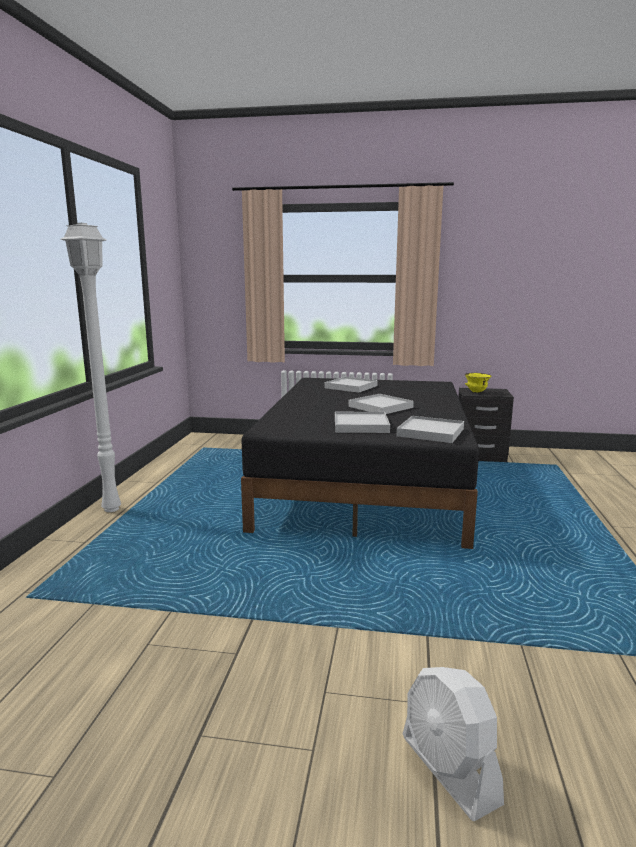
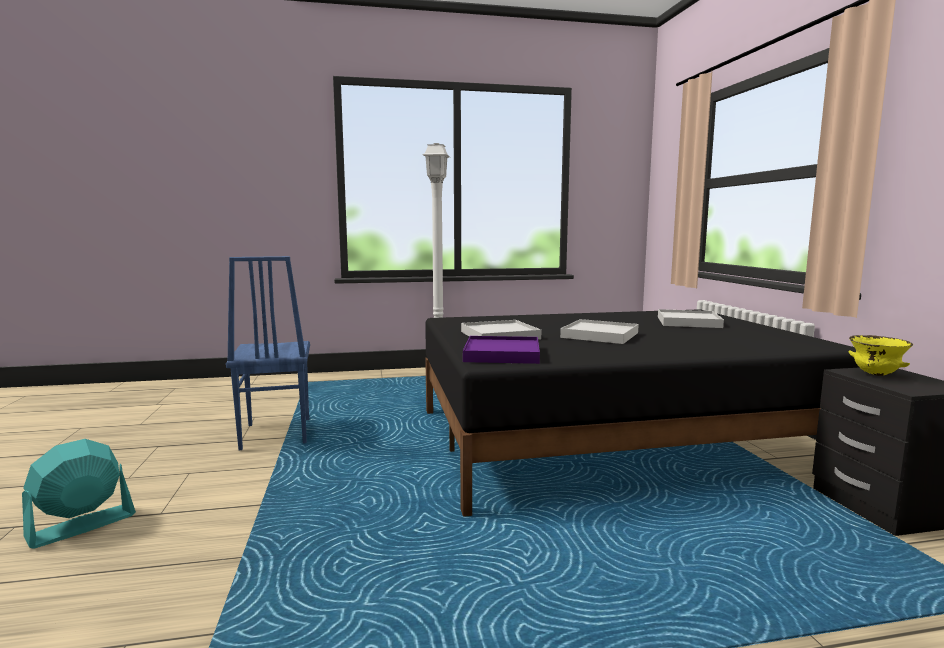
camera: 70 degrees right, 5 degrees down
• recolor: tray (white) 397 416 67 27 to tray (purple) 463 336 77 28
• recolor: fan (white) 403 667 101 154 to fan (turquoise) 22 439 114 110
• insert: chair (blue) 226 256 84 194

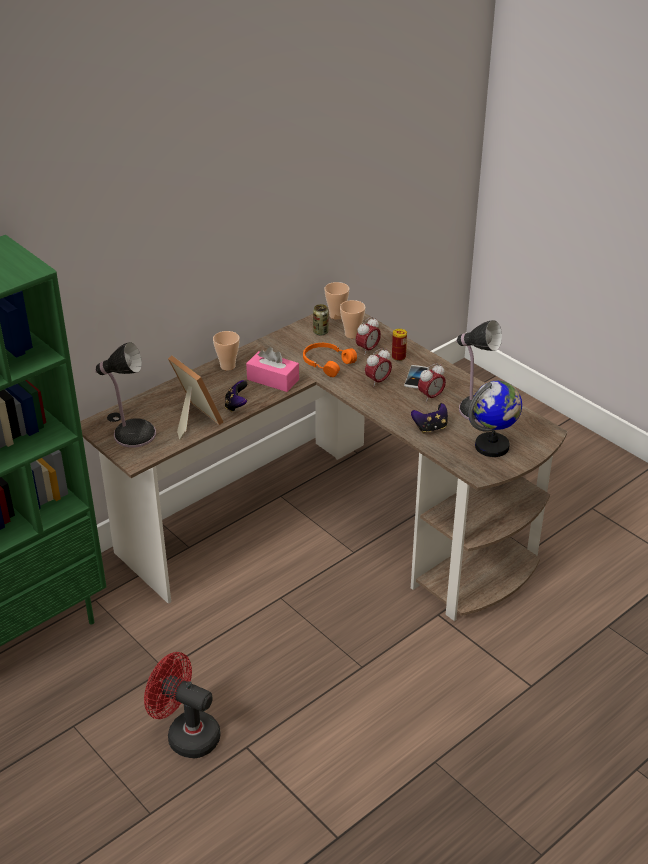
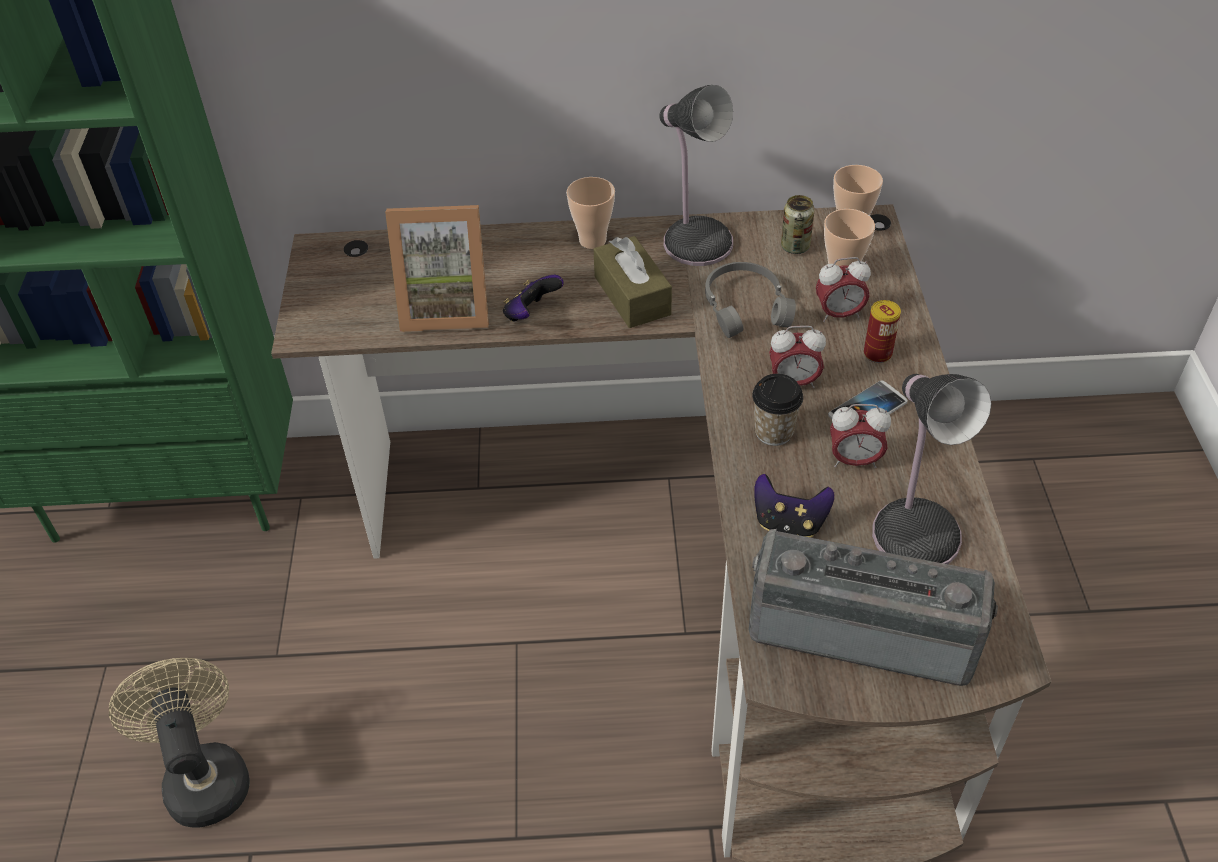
camera: 40 degrees right, 10 degrees up
• move: table lamp 95 342 61 106 to 659 85 74 181
• recolor: fan (red) 144 652 77 106 to fan (beige) 109 658 140 170
• rotate: picture frame 168 356 55 84 = 385 205 104 127 90 degrees clockwise
• recolor: tissue box (pink) 246 347 53 45 to tissue box (brown) 593 236 79 92
• recolor: headphones (orange) 303 343 54 34 to headphones (grey) 705 262 91 76
• replace: globe 468 381 54 76 to radio 749 529 249 157
• insert: cup 752 374 51 72

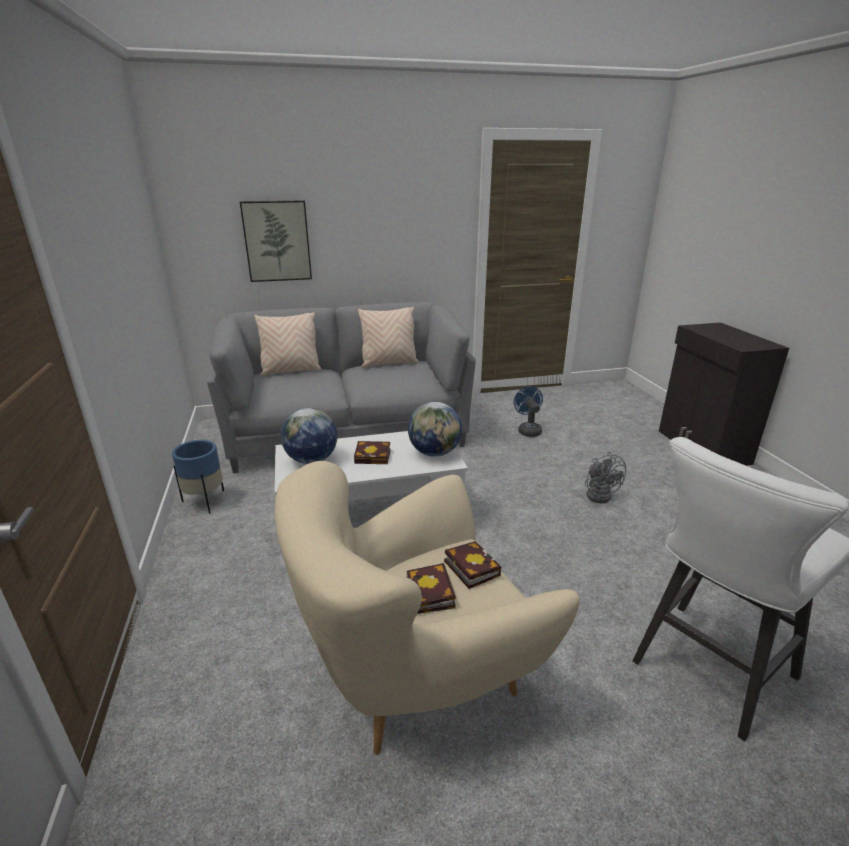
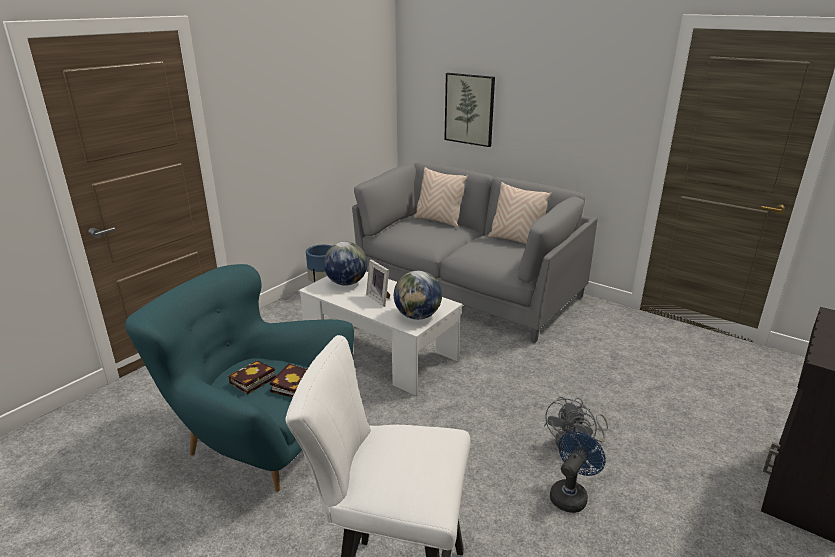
camera: 50 degrees right, 0 degrees up
• recolor: armchair (beige) 275 461 305 294 to armchair (turquoise) 125 264 229 228
• replace: book 354 441 36 23 to picture frame 366 260 24 47
• move: fan (blue) 514 386 29 51 to 550 431 56 82

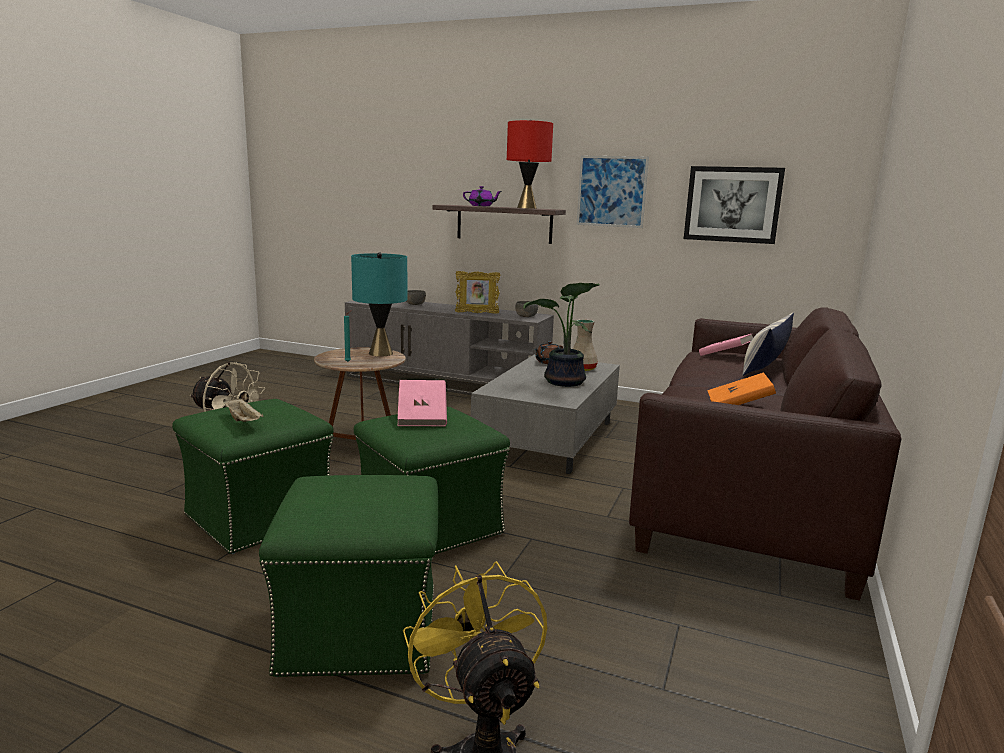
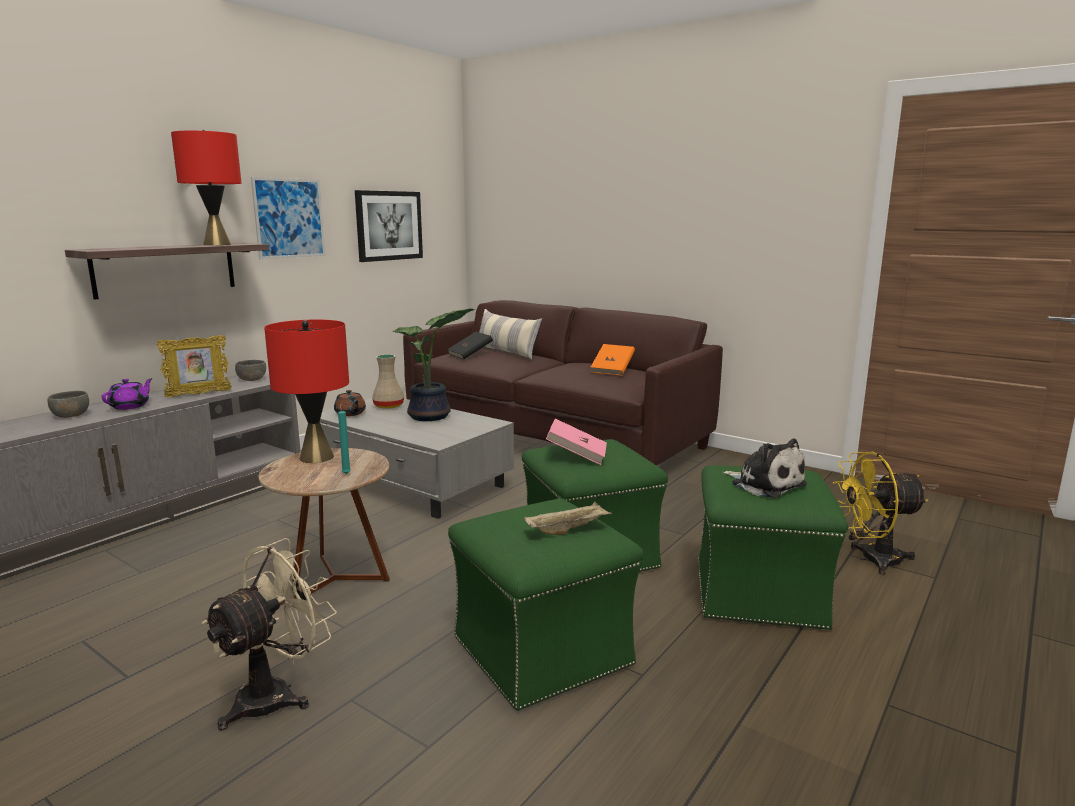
camera: 75 degrees left, 0 degrees up
• recolor: table lamp (turquoise) 351 252 56 104 to table lamp (red) 264 320 85 143
• rotate: picture frame 455 271 45 43 = 157 335 75 62 45 degrees clockwise
• move: teapot (purple) 463 186 39 20 to 102 378 51 32
• recolor: book (pink) 699 333 54 23 to book (black) 447 332 46 28
• insert: plush toy 722 438 85 60

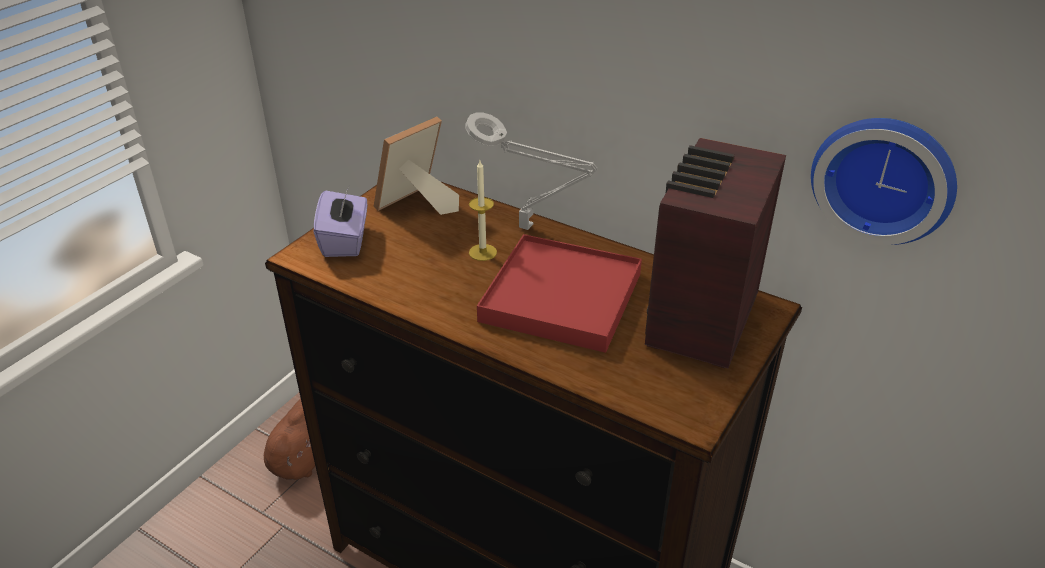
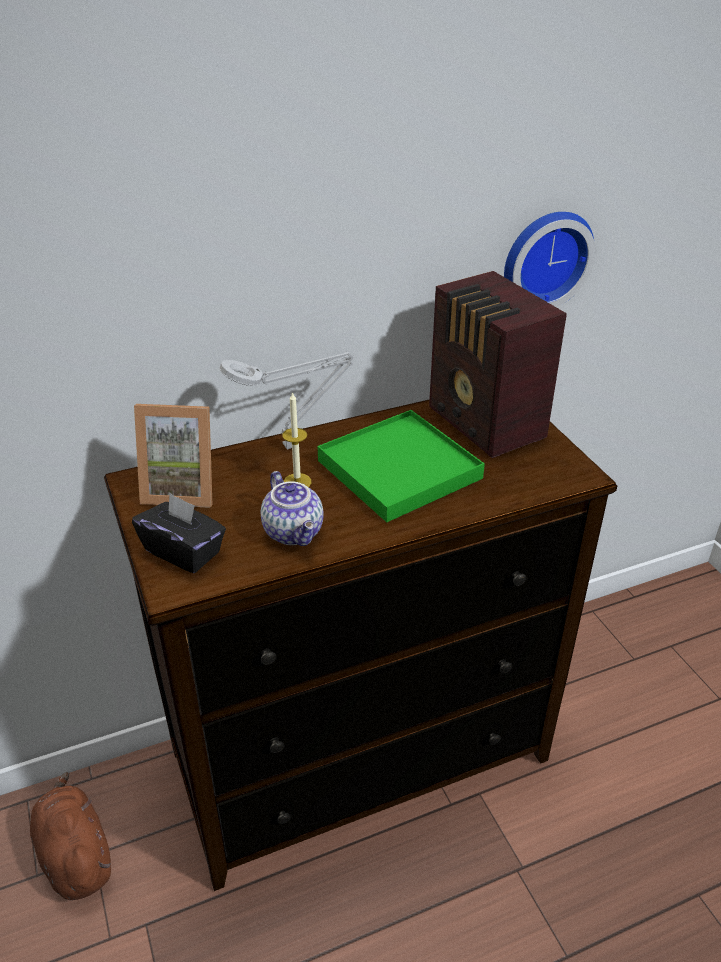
camera: 55 degrees left, 0 degrees up
• recolor: tissue box (purple) 314 187 54 70 to tissue box (black) 132 493 94 80
• rotate: picture frame 374 117 85 98 = 134 404 78 104 75 degrees counterclockwise
• recolor: tray (red) 477 234 165 119 to tray (green) 318 410 167 112
• insert: teapot 261 471 63 75

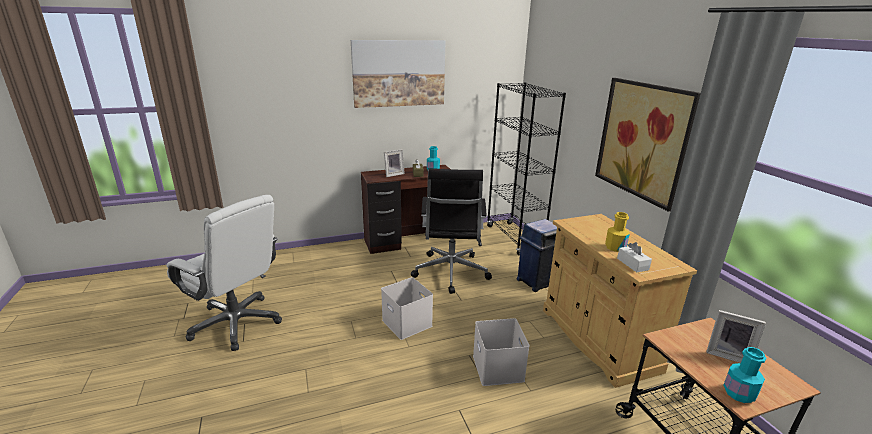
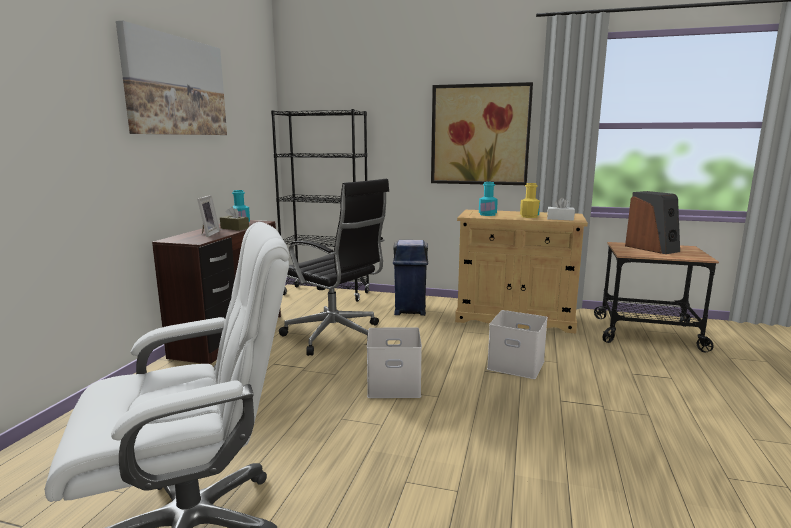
camera: 55 degrees left, 10 degrees down
• replace: picture frame 706 310 60 53 to speaker 625 191 55 63
• move: bottle (turquoise) 723 347 43 56 to 479 182 19 34

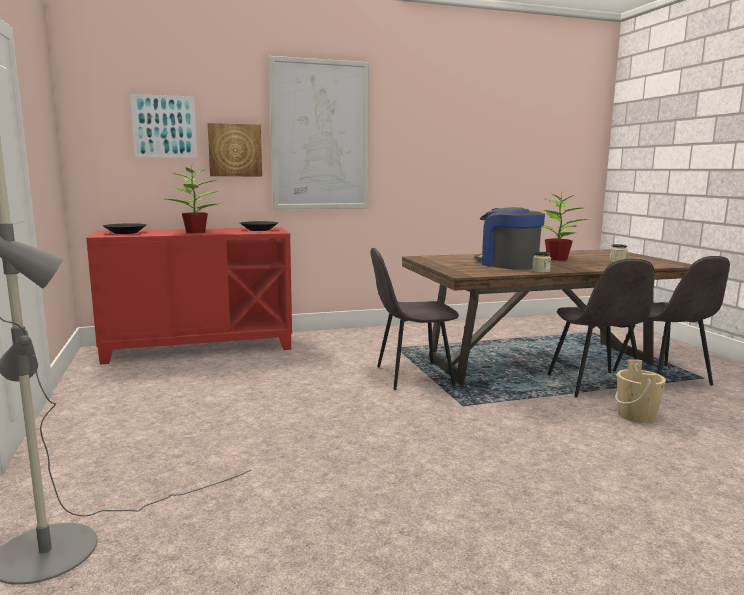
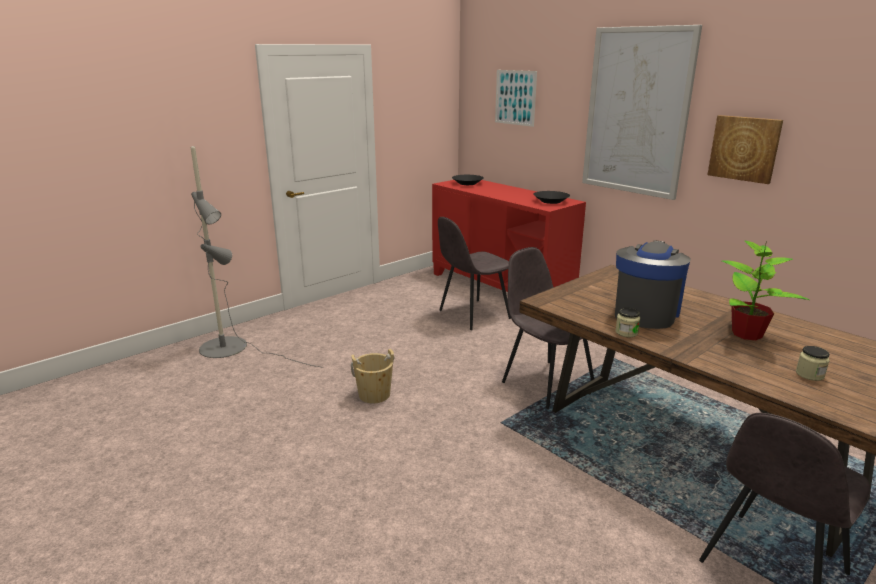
camera: 65 degrees right, 10 degrees up
• delete: potted plant 166 168 55 65
• move: picture 208 123 54 53 to 708 115 75 69
• move: chair (grey) 547 259 107 139 to 438 217 73 113
• move: bucket (beige) 615 359 51 64 to 351 349 44 54

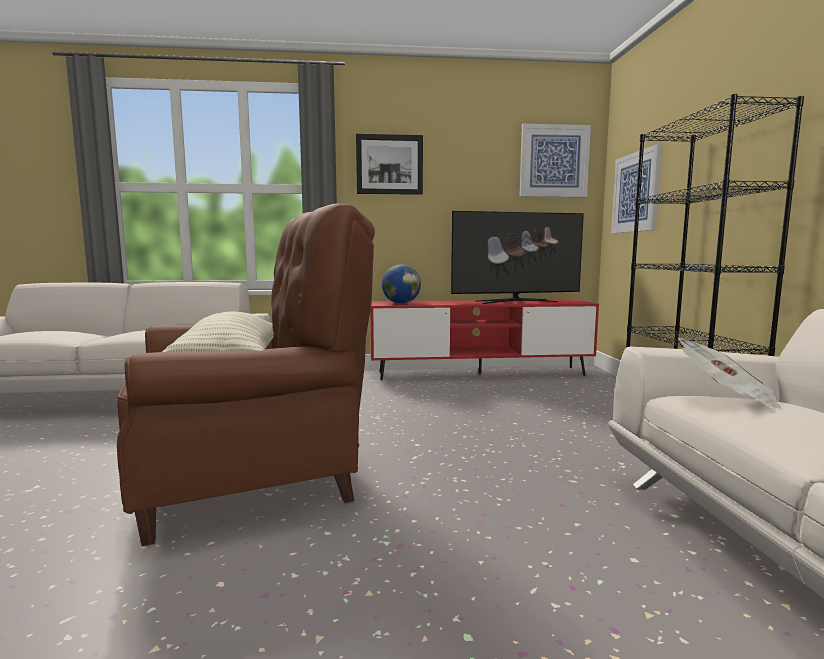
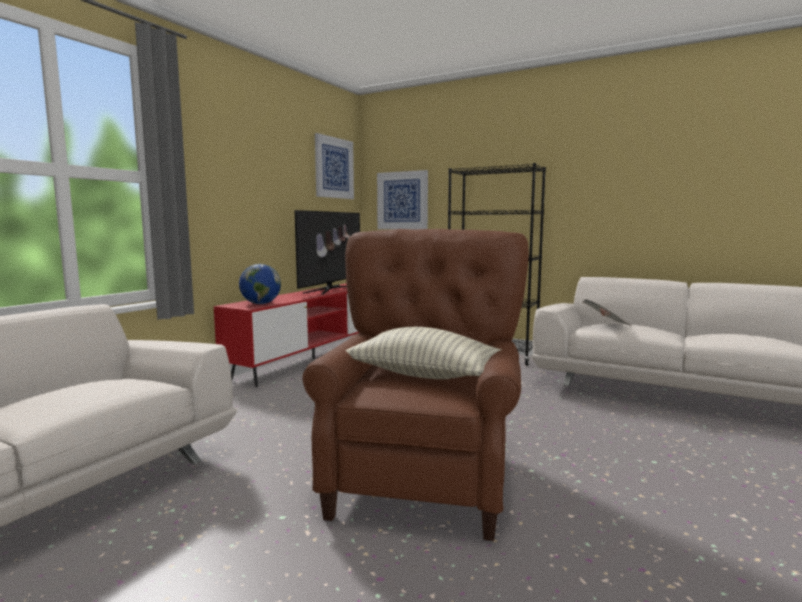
camera: 55 degrees left, 0 degrees up
• delete: picture 356 134 67 61

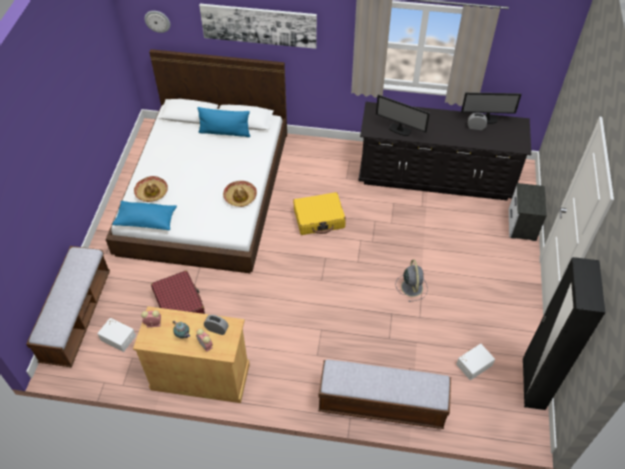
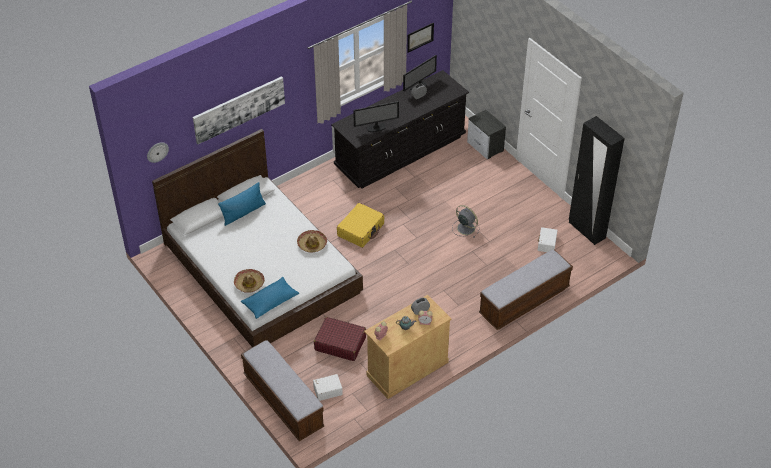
camera: 45 degrees left, 5 degrees down
• insert: picture 407 22 27 31

